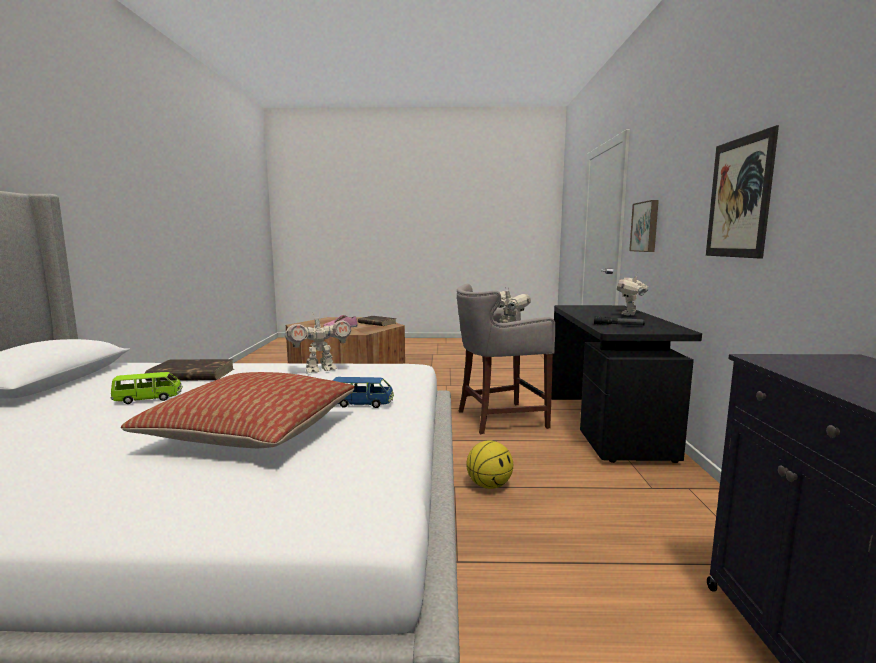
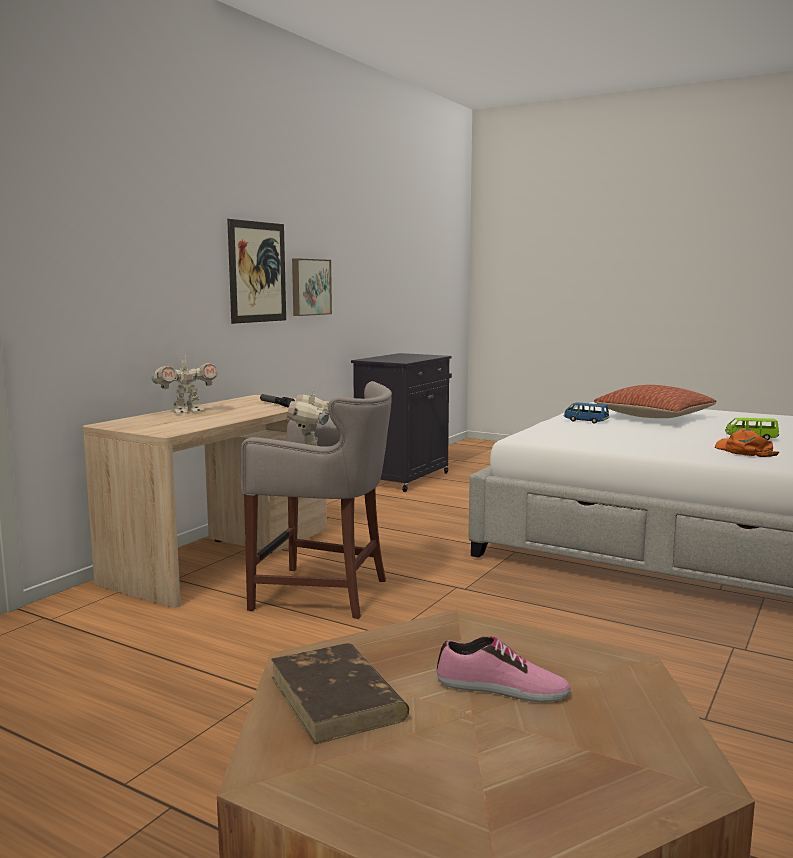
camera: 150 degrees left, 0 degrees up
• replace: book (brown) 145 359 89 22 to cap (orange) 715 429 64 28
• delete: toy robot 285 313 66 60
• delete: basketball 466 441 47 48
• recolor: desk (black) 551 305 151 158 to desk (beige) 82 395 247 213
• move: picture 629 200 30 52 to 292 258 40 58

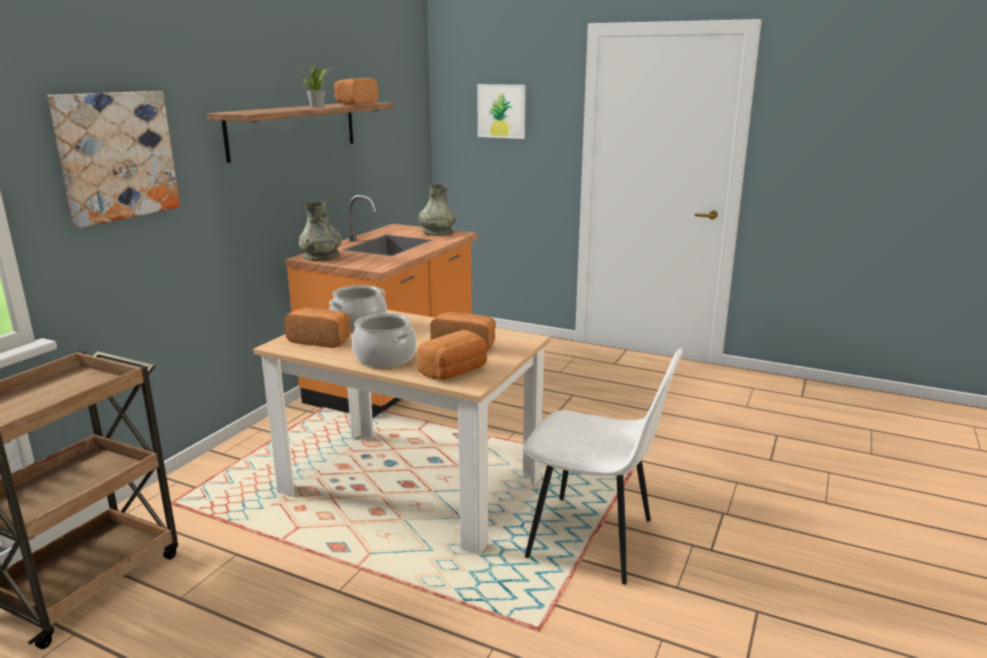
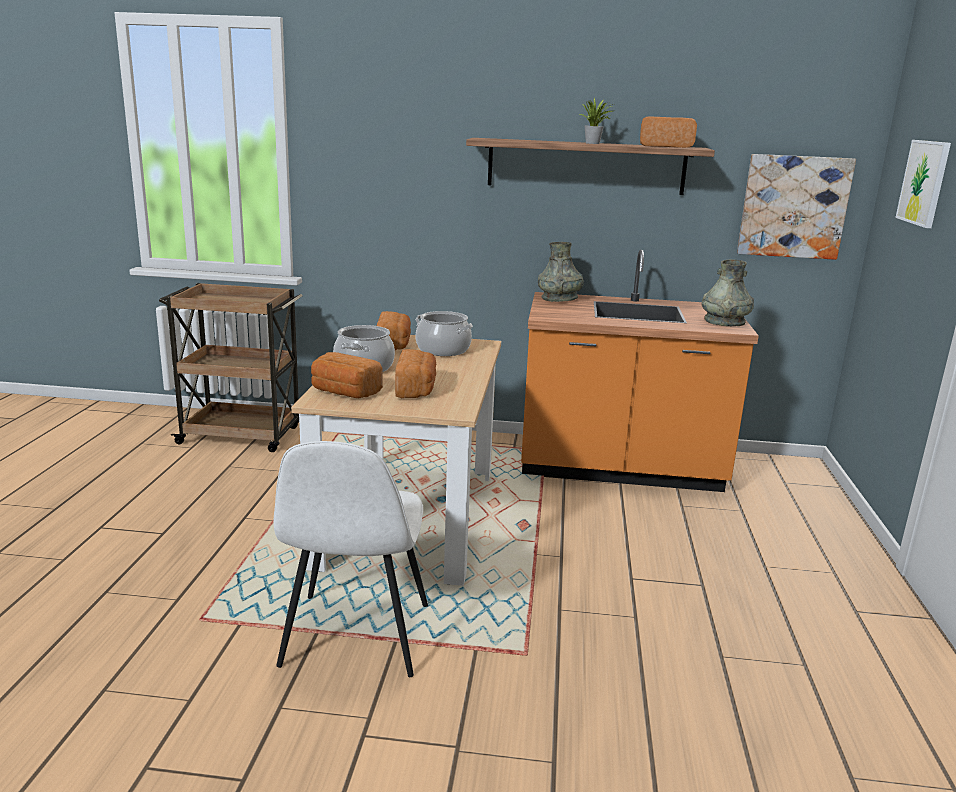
camera: 70 degrees right, 0 degrees up
• move: picture 48 91 132 137 to 737 154 119 106

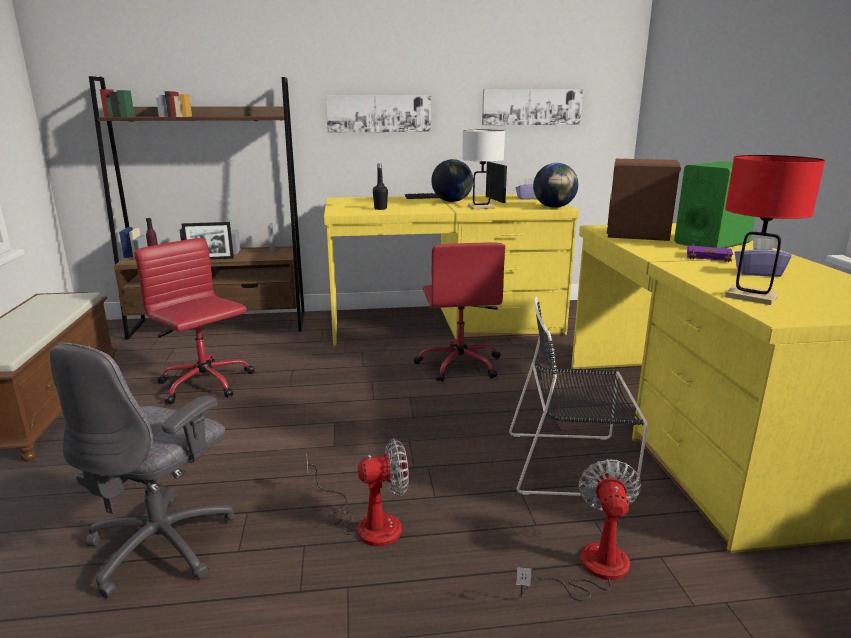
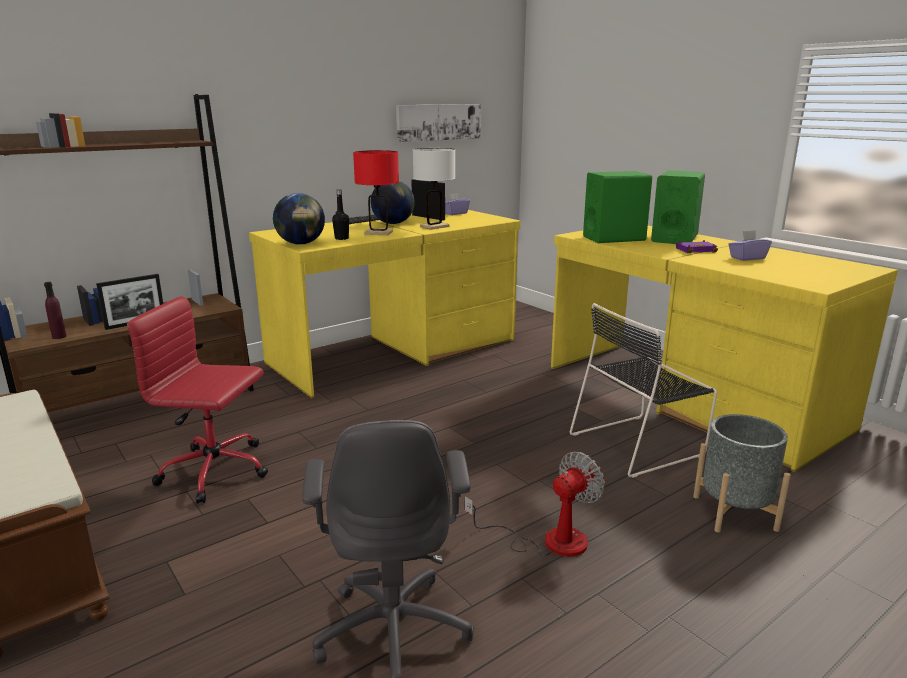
camera: 30 degrees left, 0 degrees up
• delete: picture 326 95 105 37
• delete: office chair (red) 414 242 91 140
• replace: fan 516 459 125 142 to planter (grey) 693 414 98 118
• move: globe 533 163 45 45 to 273 193 52 52
• recolor: speaker (brown) 607 159 74 82 to speaker (green) 583 171 69 72
• move: table lamp (red) 725 155 100 150 to 353 150 46 85

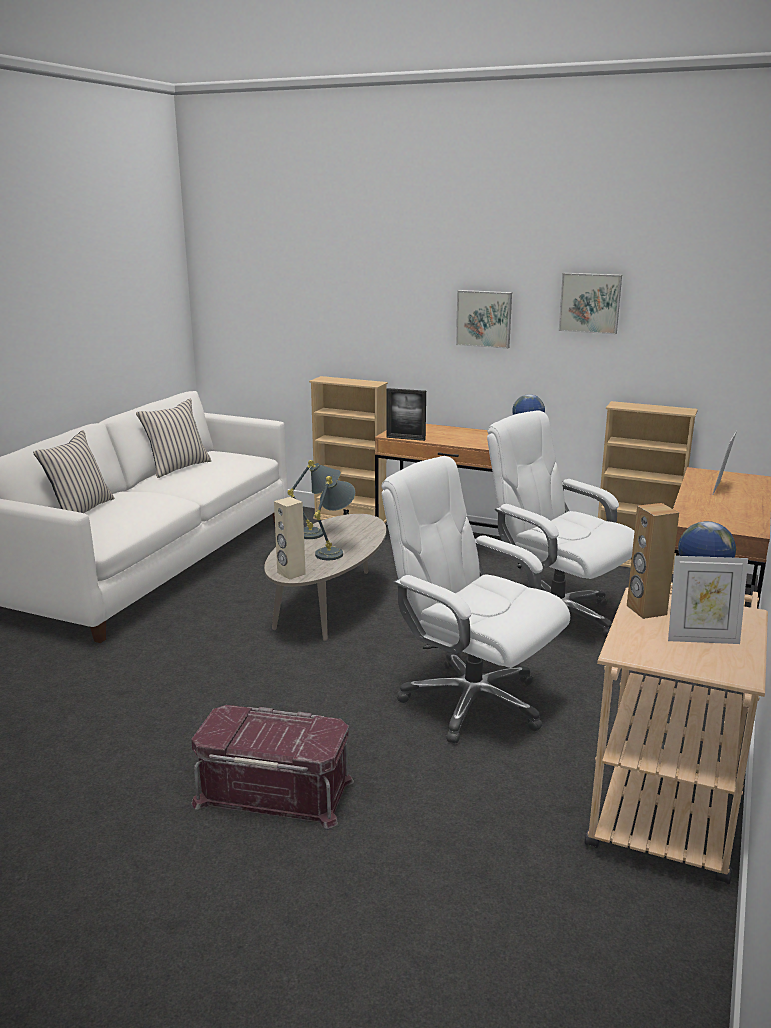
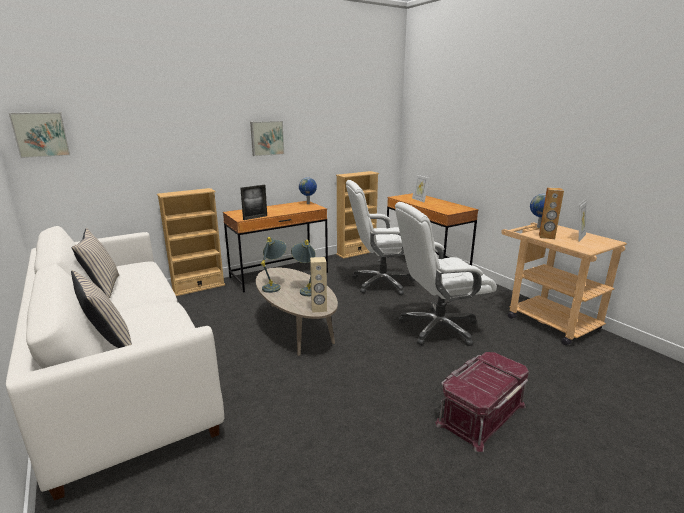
camera: 55 degrees left, 0 degrees up
• move: picture 559 273 63 61 to 9 112 61 46

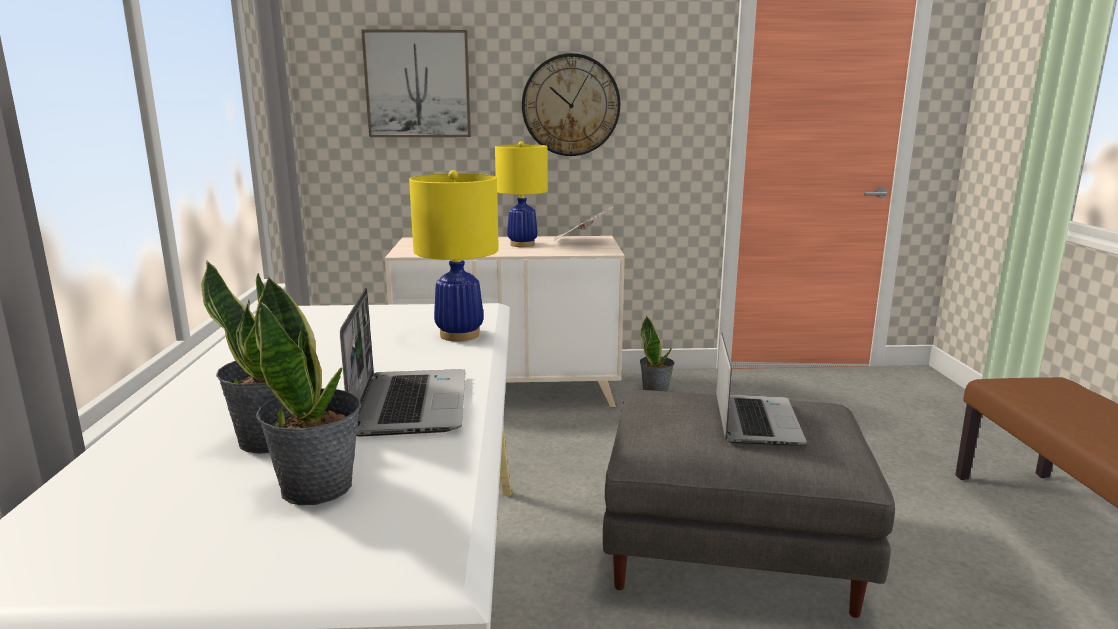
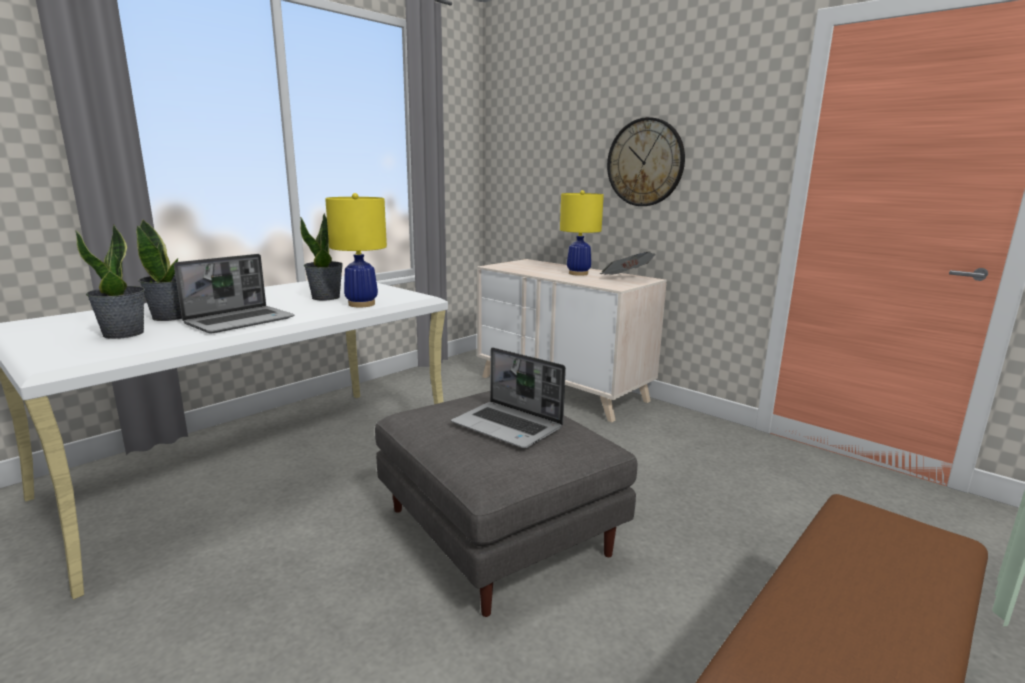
camera: 45 degrees right, 0 degrees up
• delete: picture 361 29 110 108
• move: potted plant 640 316 35 76 to 300 213 43 87
• rotate: laptop 716 332 91 114 = 451 347 115 101 75 degrees clockwise

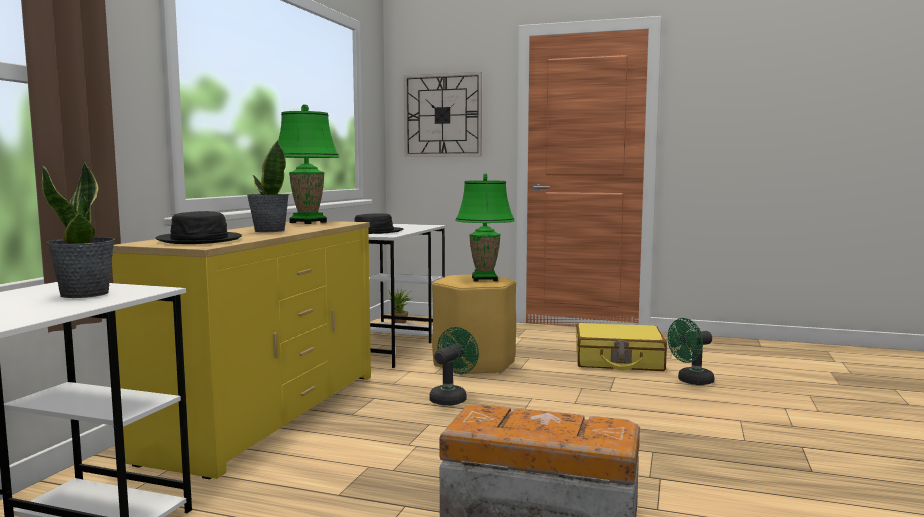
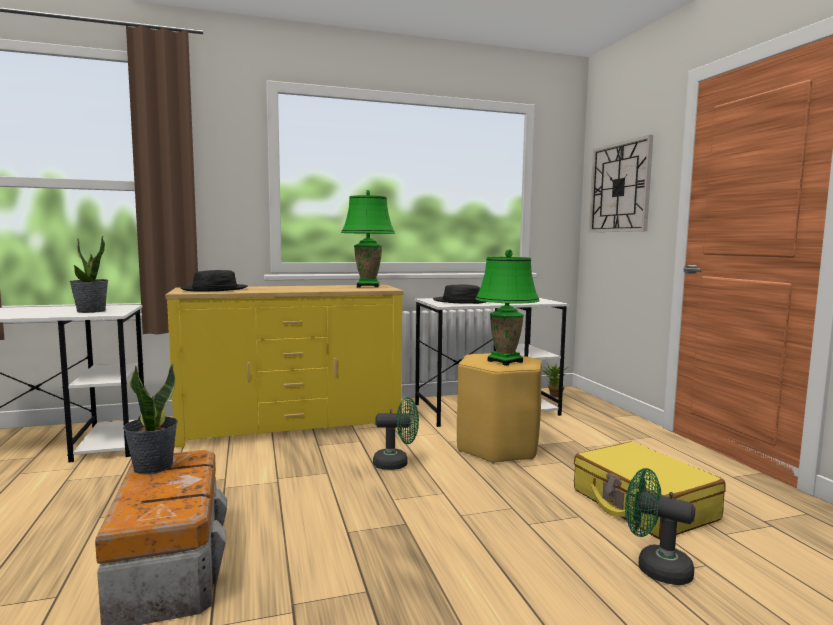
camera: 55 degrees right, 0 degrees up
• move: potted plant 247 140 42 92 to 123 364 55 110

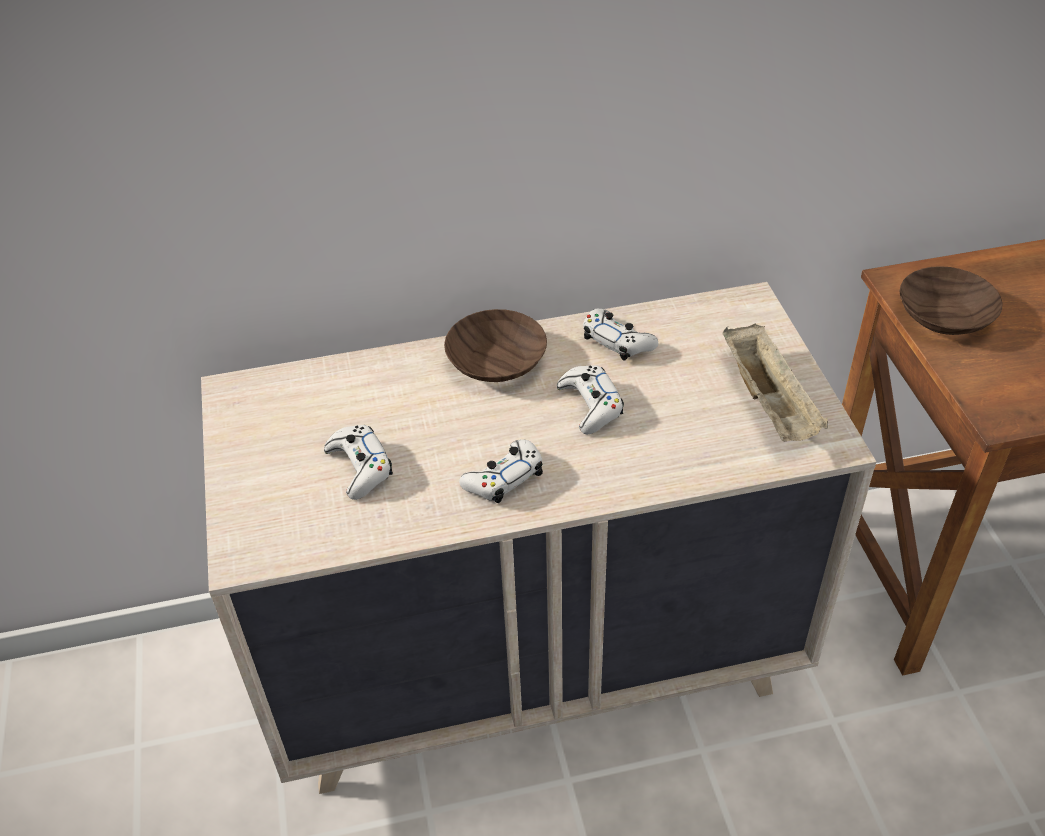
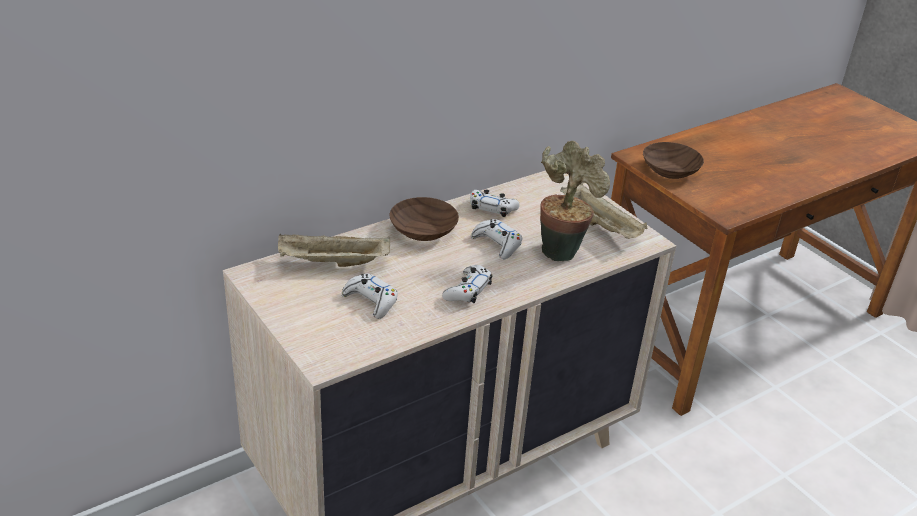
camera: 25 degrees left, 10 degrees down
• insert: tray (beige) 278 234 112 33
• insert: potted plant 540 141 70 120

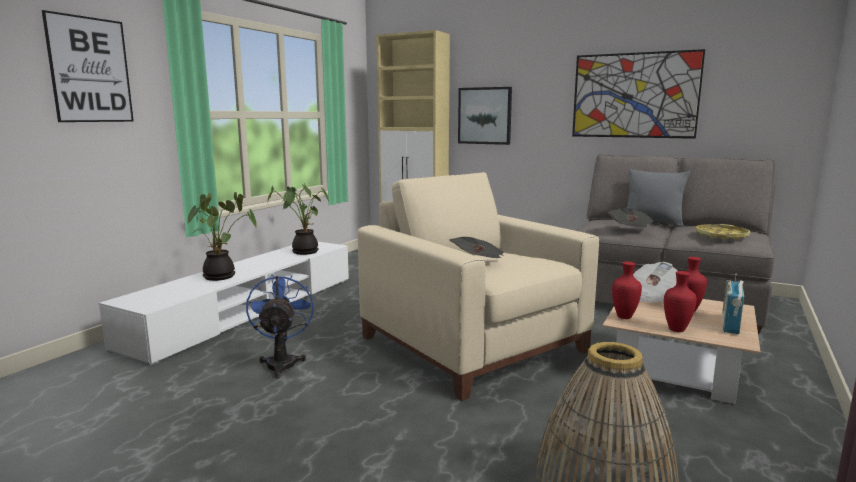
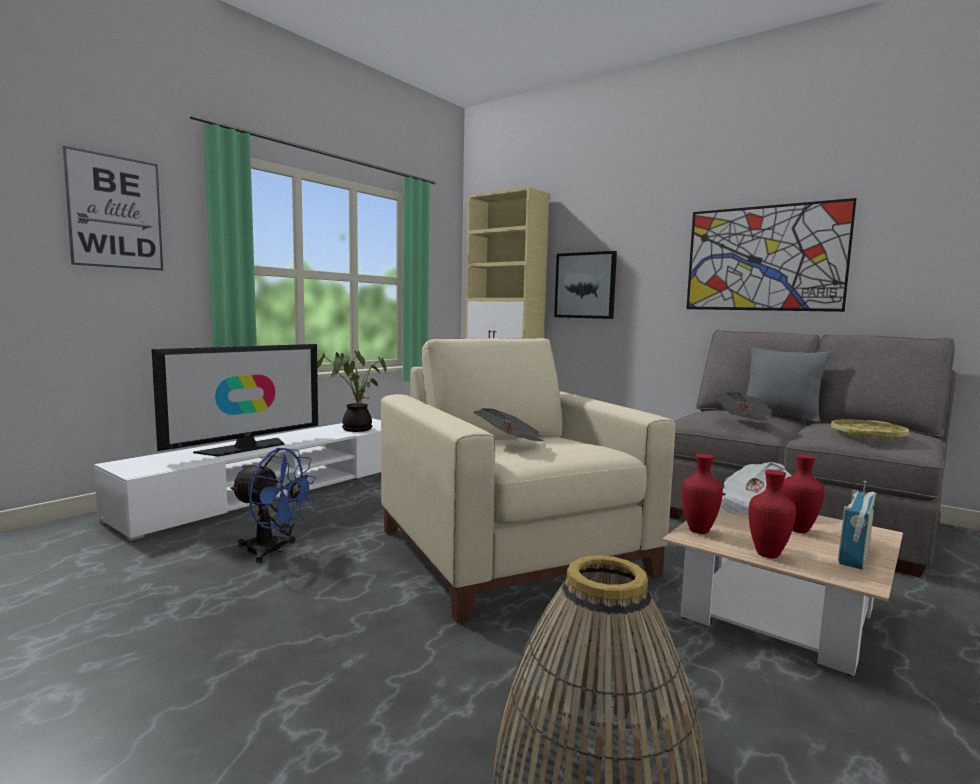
camera: 10 degrees right, 5 degrees down
• replace: potted plant 187 192 70 89 to television 152 344 166 113
• rotate: fan (blue) 246 274 68 104 = 230 448 87 115 105 degrees clockwise

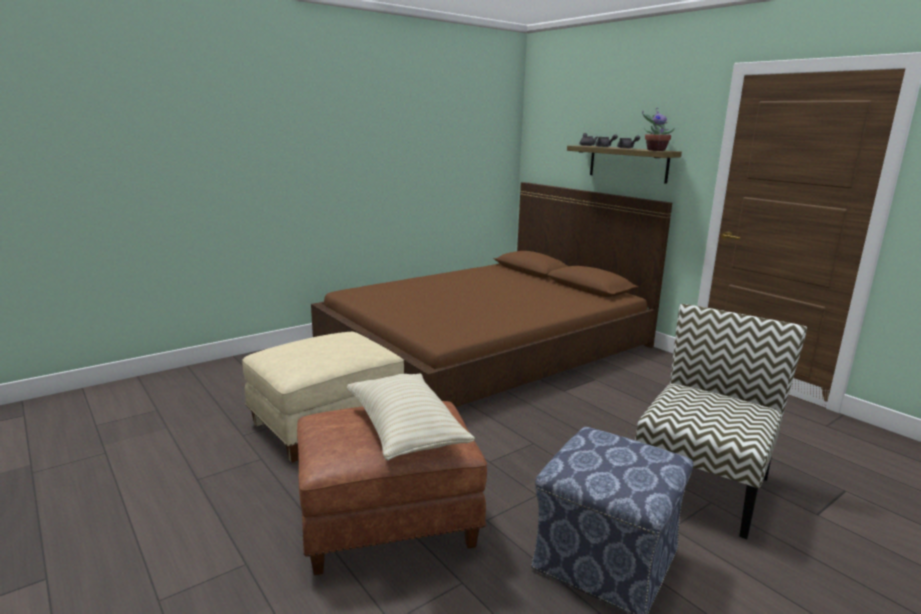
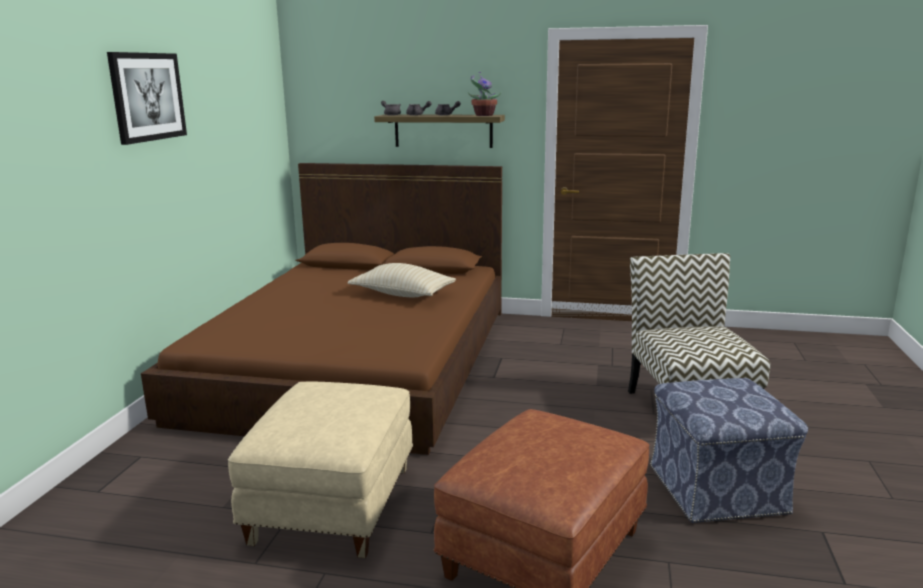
camera: 40 degrees left, 0 degrees up
• move: pillow (beige) 347 373 128 88 to 348 263 108 35
• insert: picture 107 52 80 93

